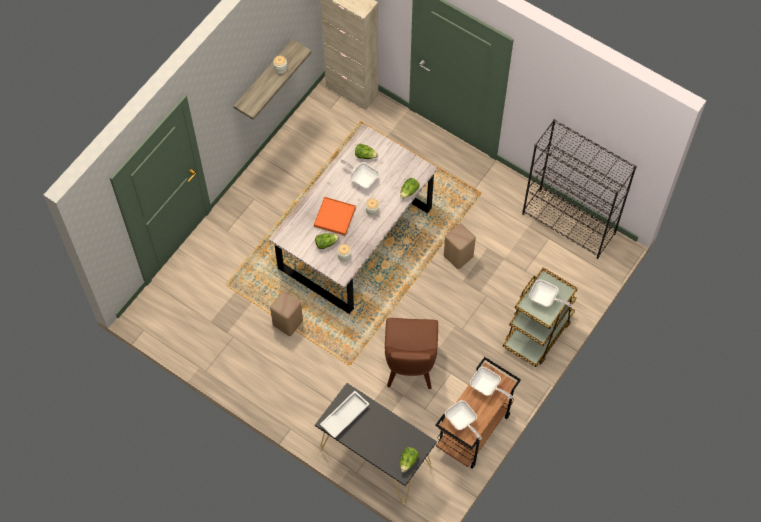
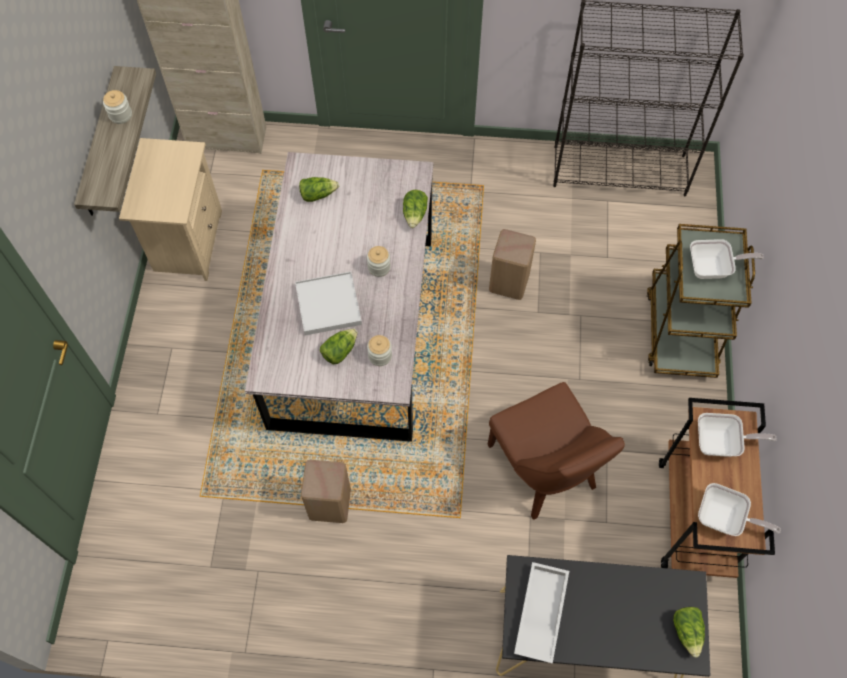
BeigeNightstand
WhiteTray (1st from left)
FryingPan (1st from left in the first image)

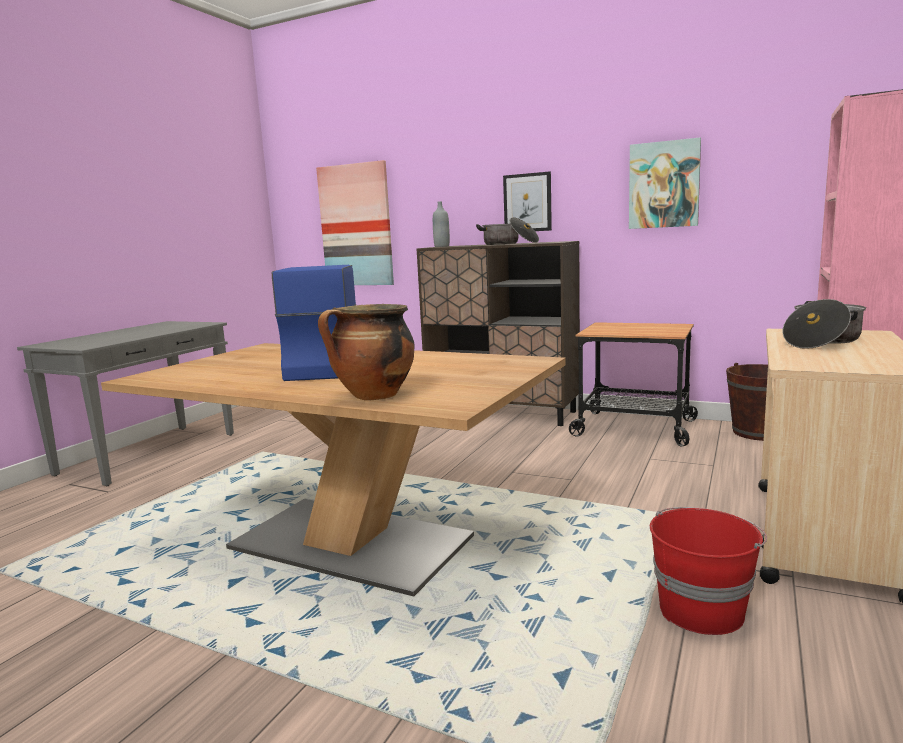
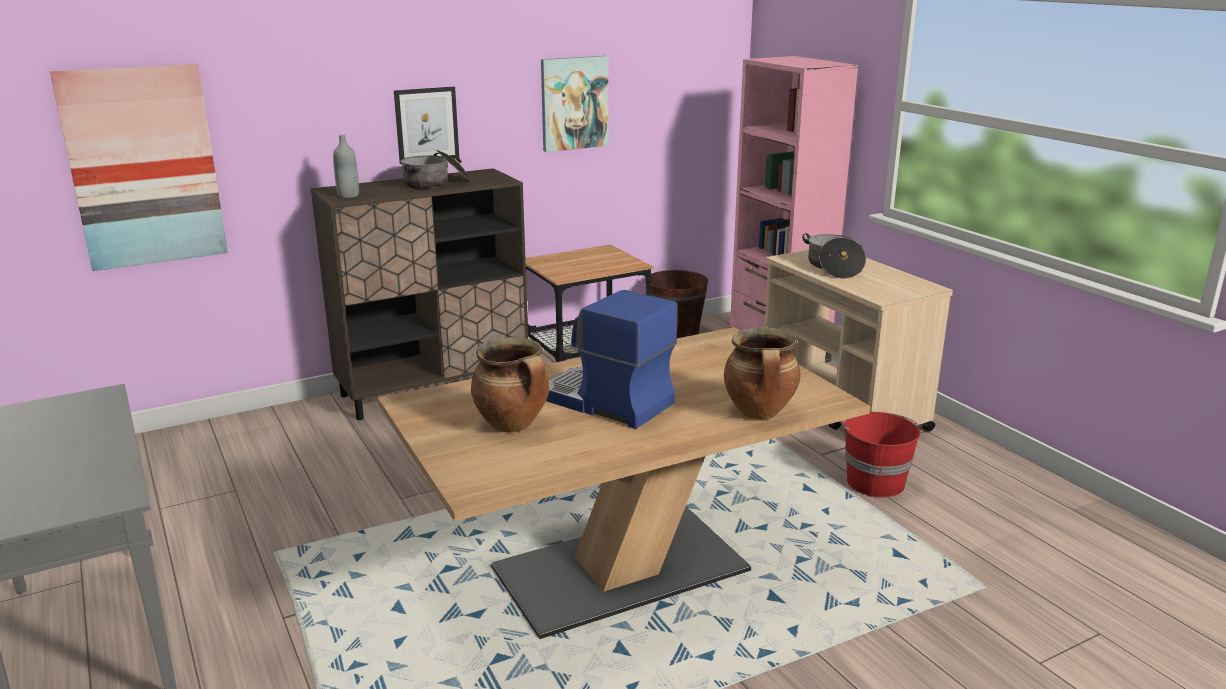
CookingPot (2nd from left)

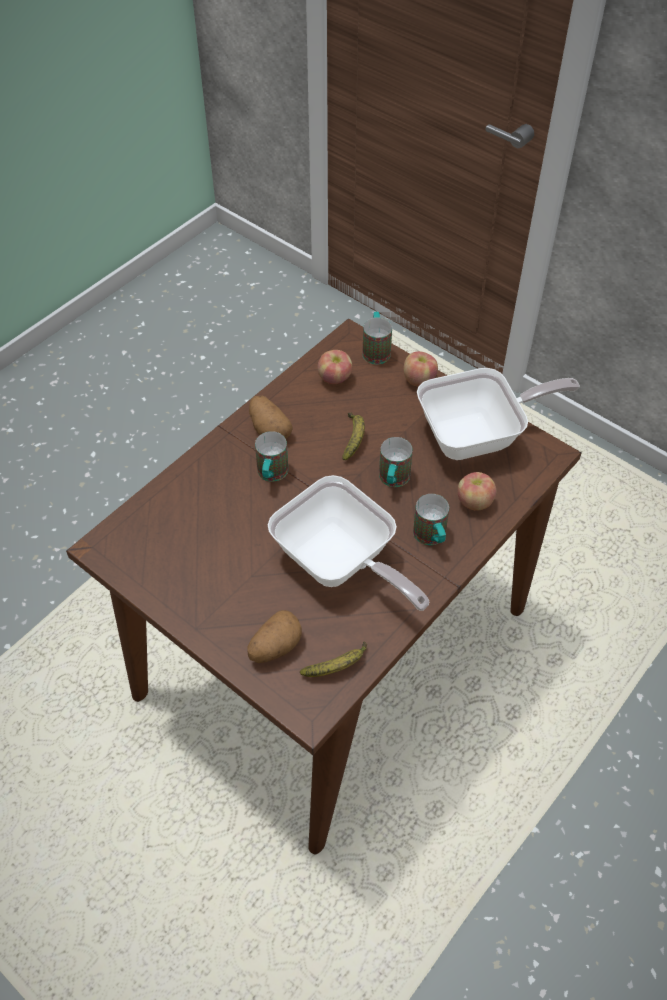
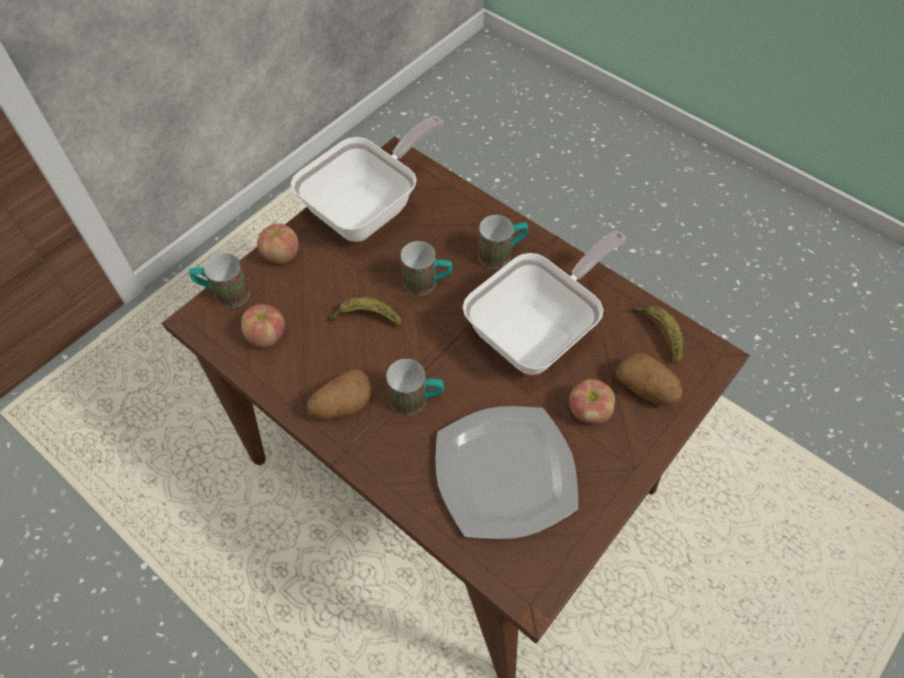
FryingPan (1st from left)
Plate
Apple (3rd from left)

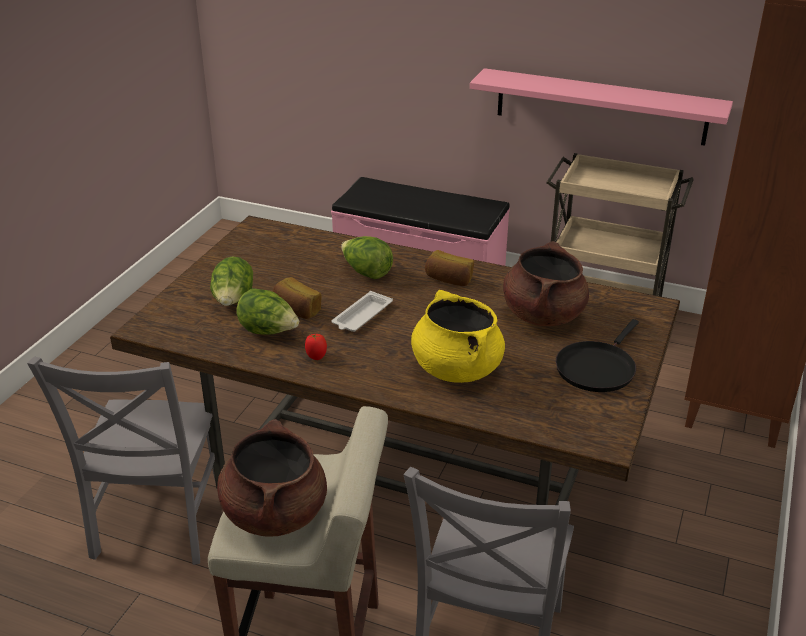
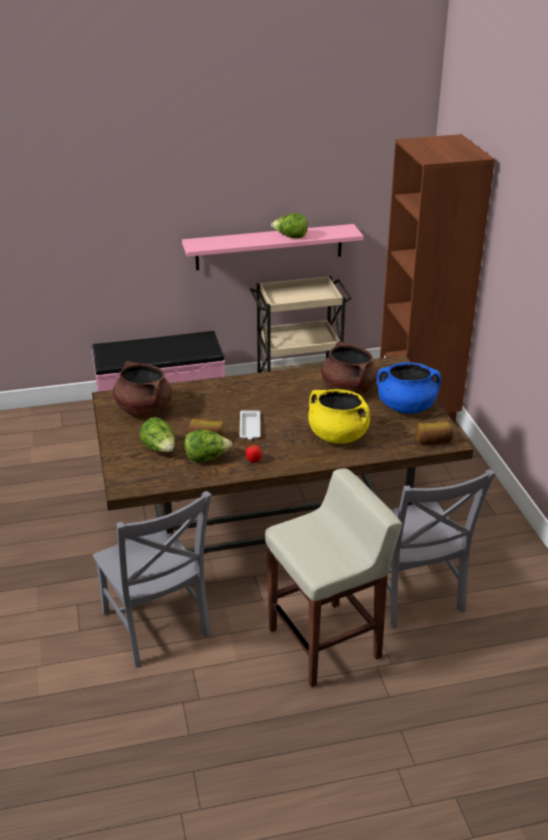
BrownCookingPot (1st from left)
Lettuce (3rd from left)
BlueCookingPot
Bread (2nd from left)

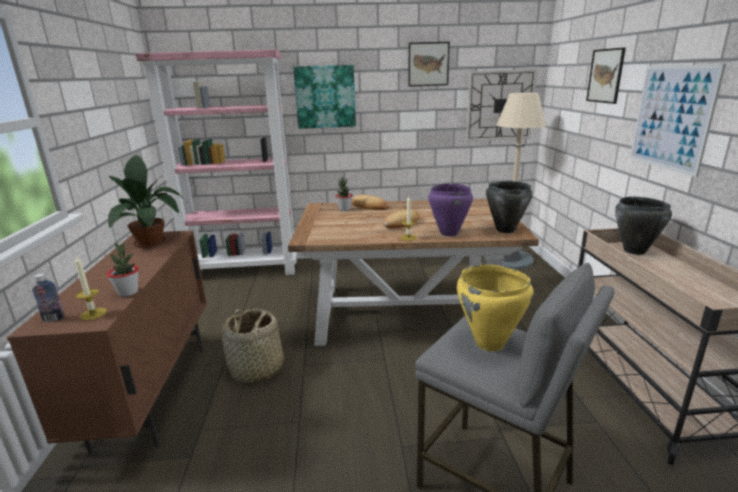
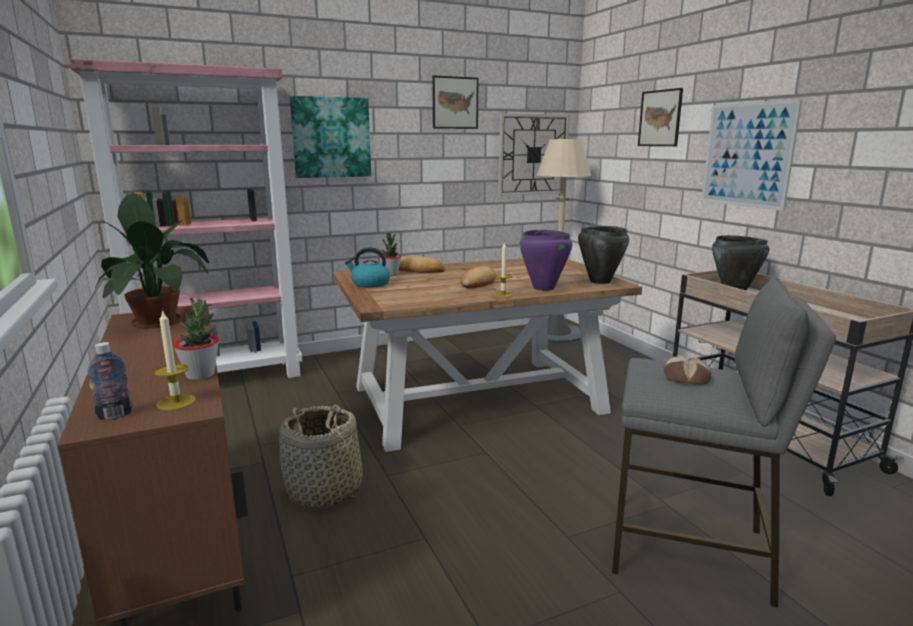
Kettle
Bread (3rd from left)

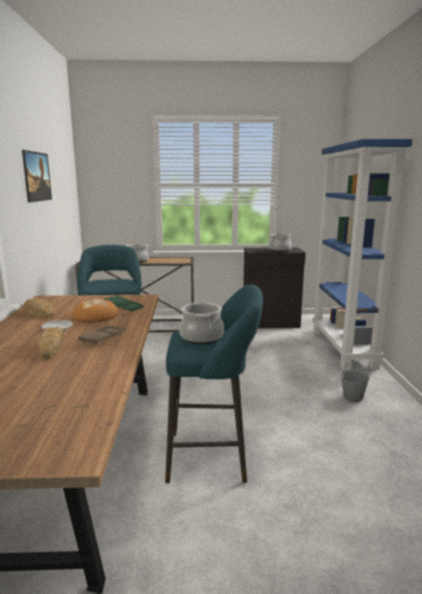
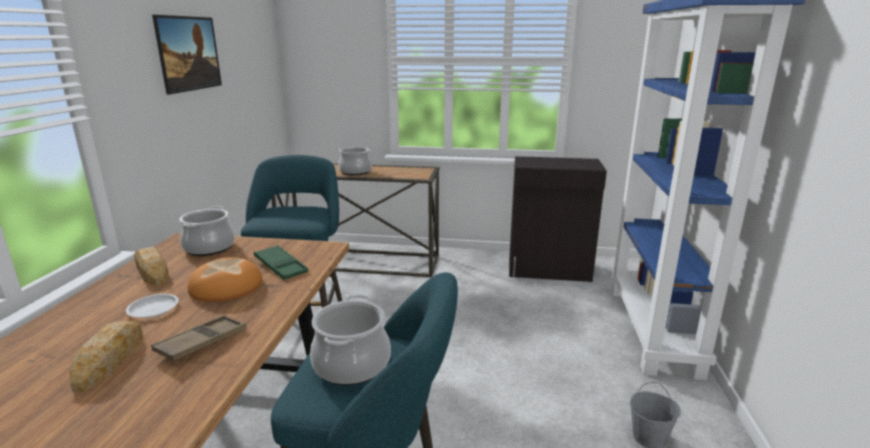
CookingPot (1st from left)

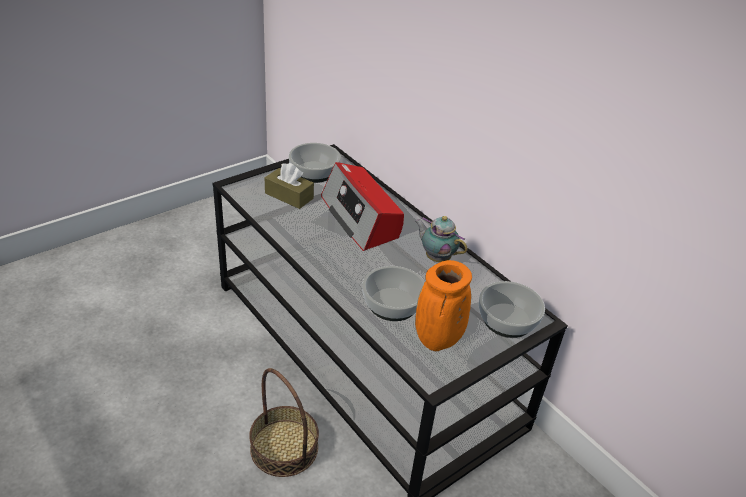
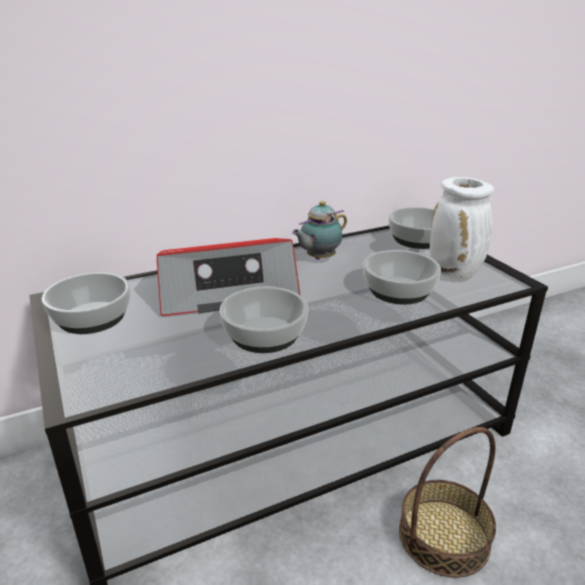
Bowl (2nd from left)
WhiteVase
BrownTissueBox

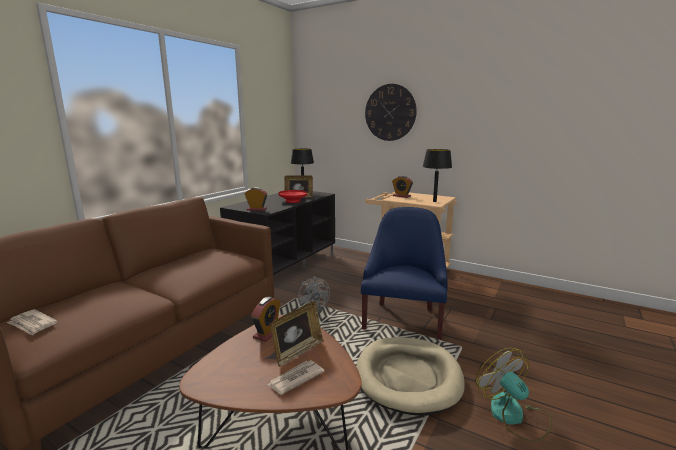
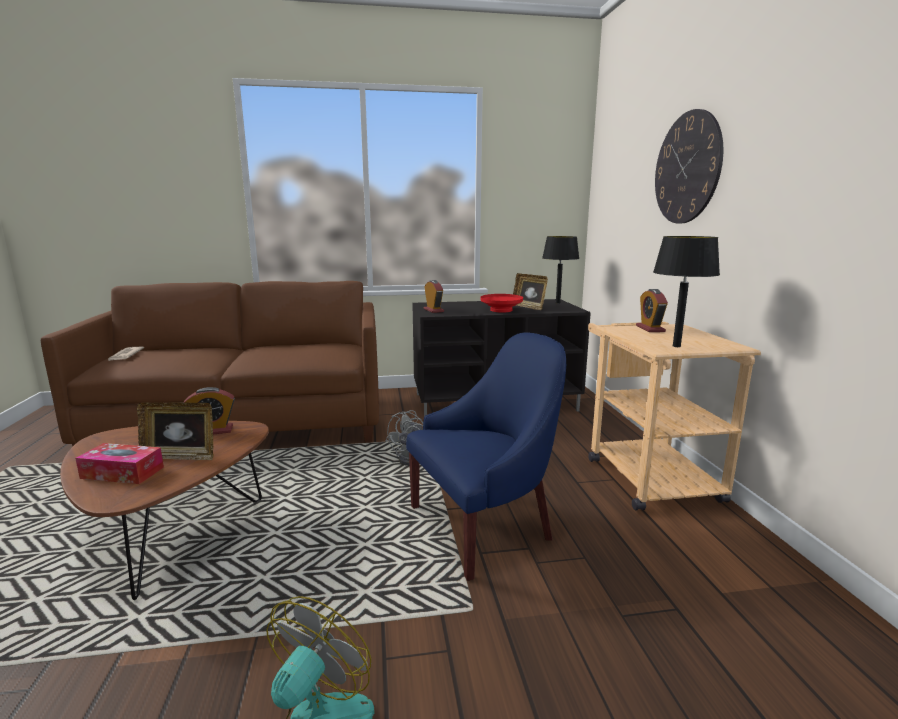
TissueBox
BeigeDogBed

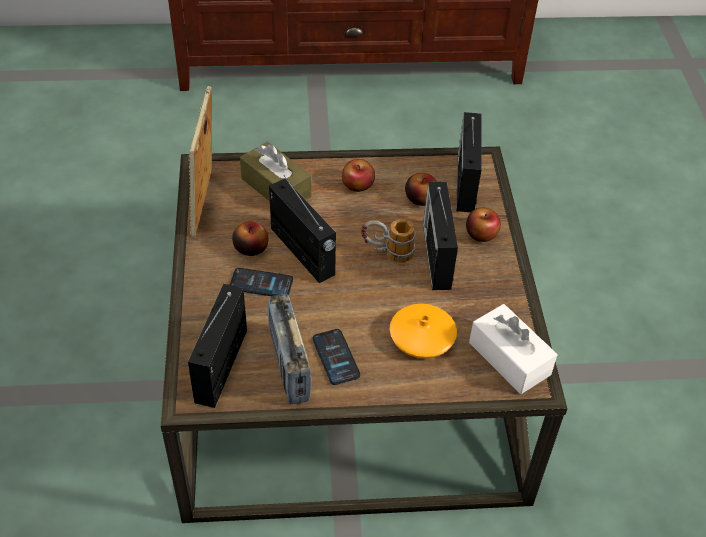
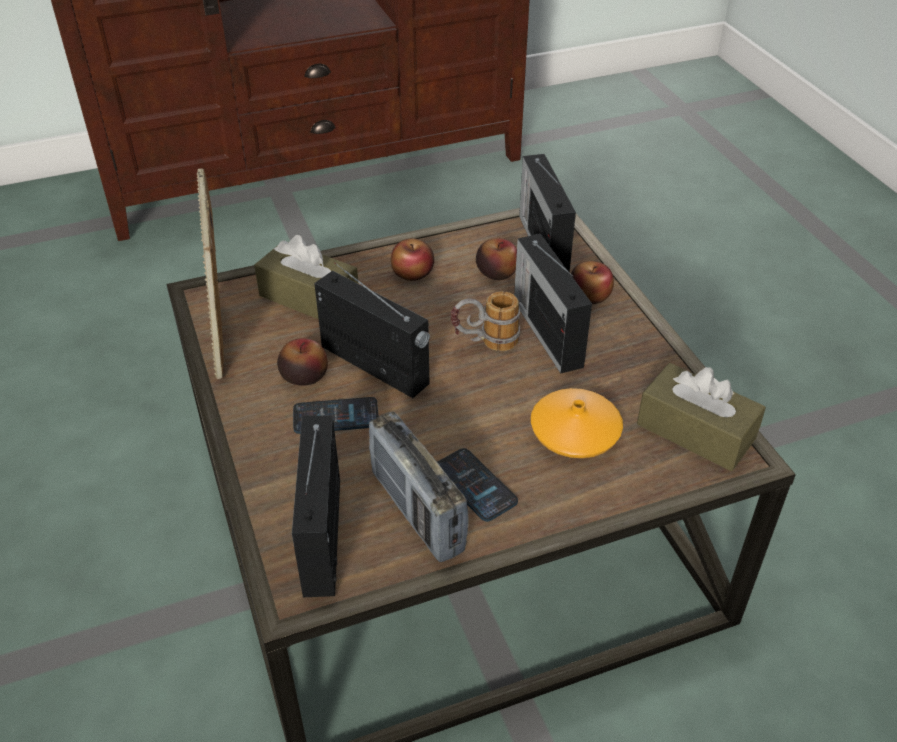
BrownTissueBox (2nd from left)

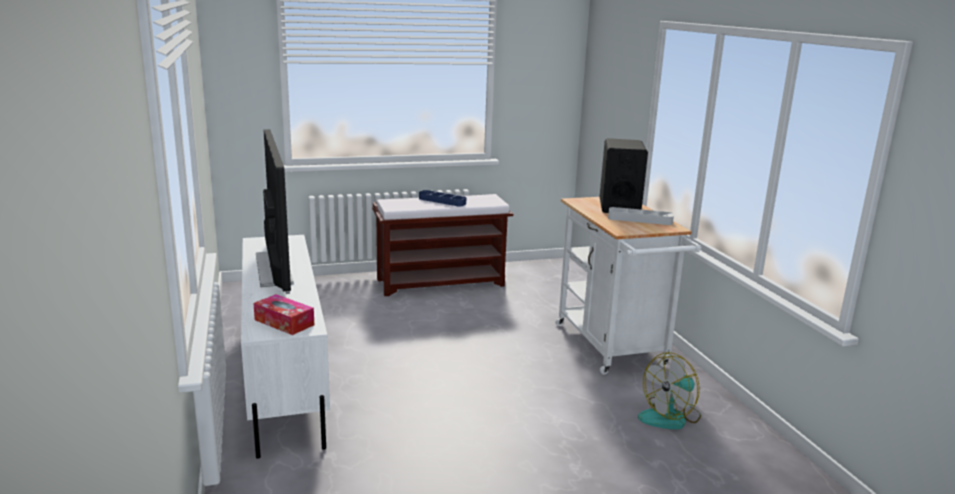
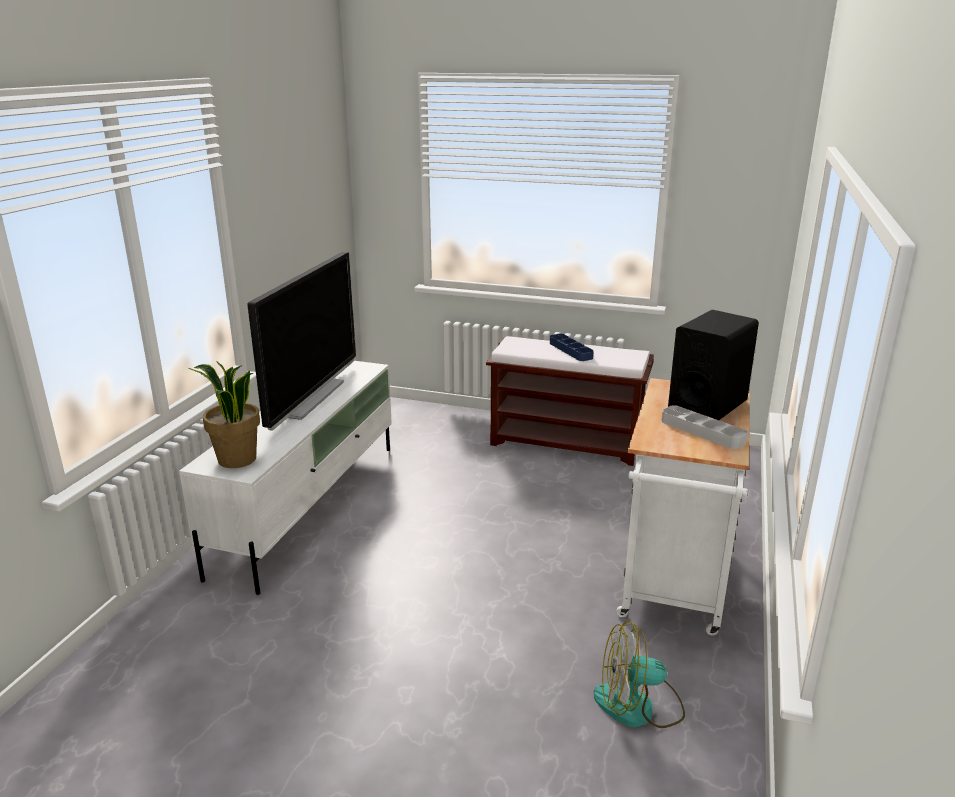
PottedPlant

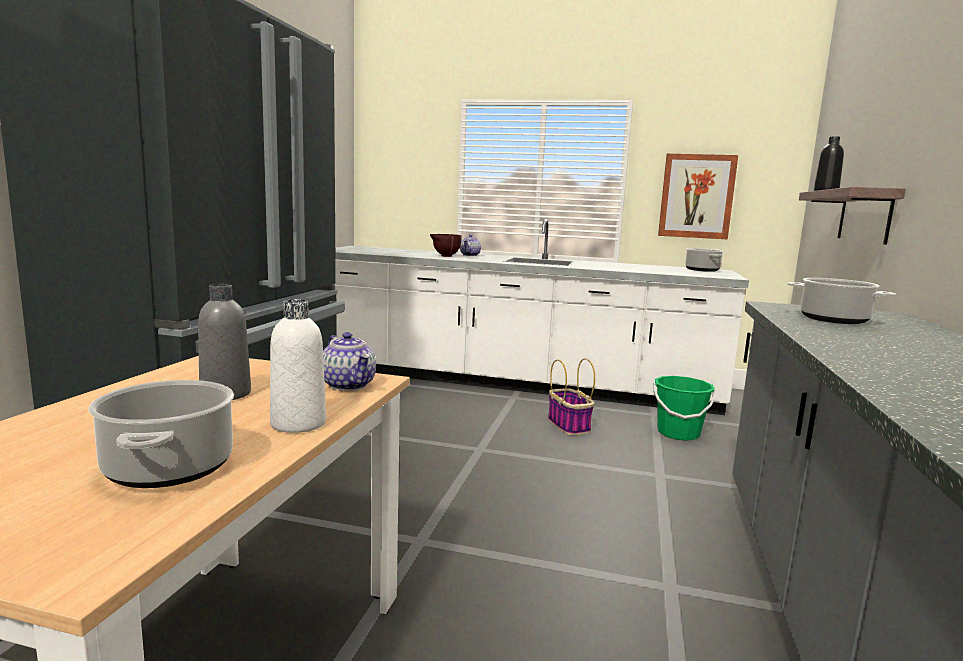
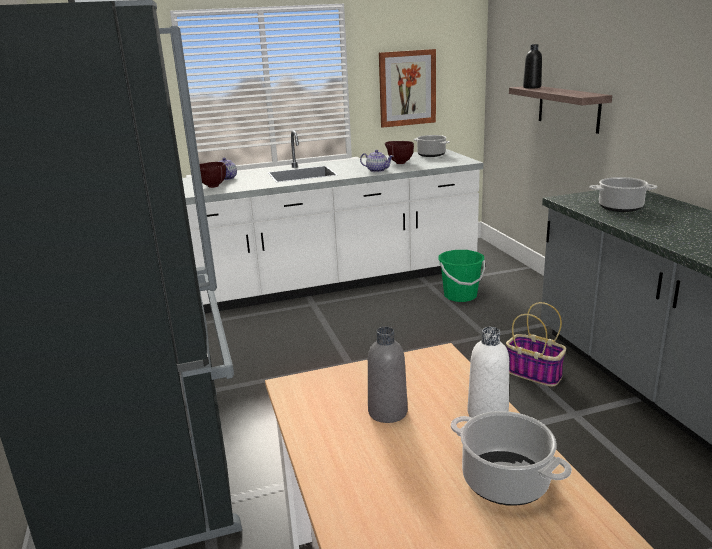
Teapot (2nd from left)
BrownBowl (2nd from left)
Basket

